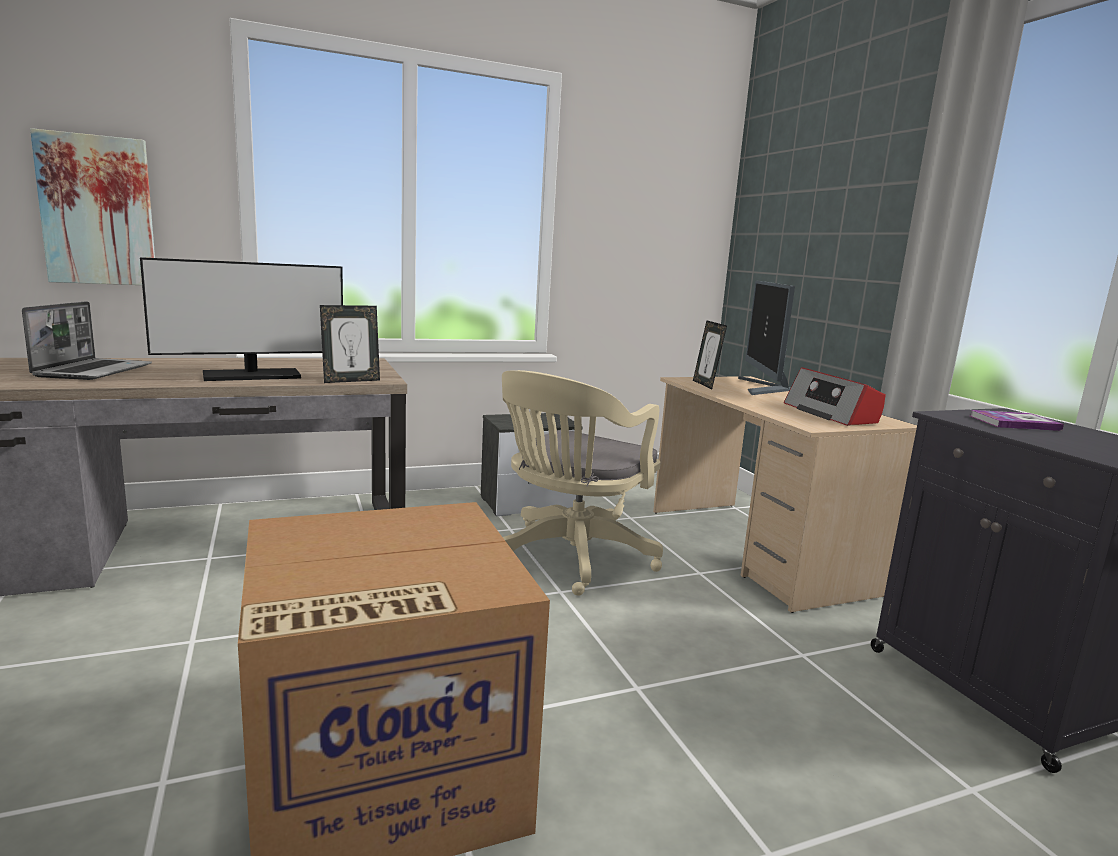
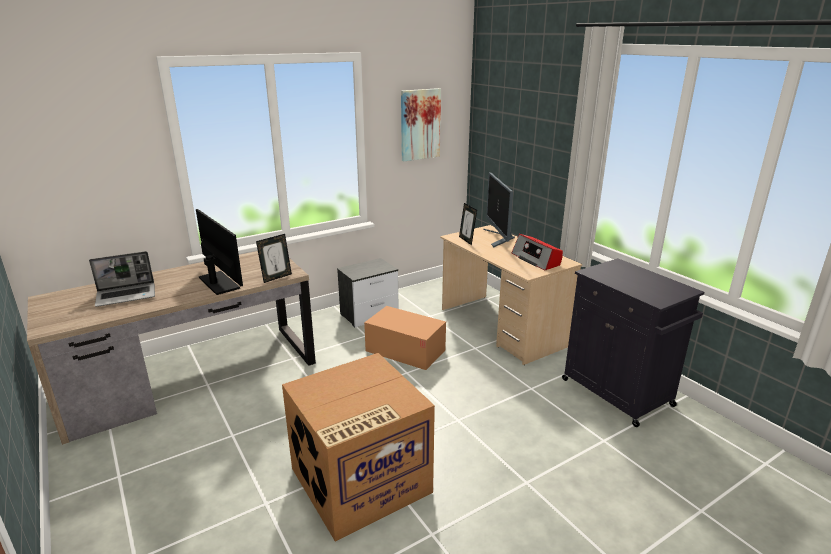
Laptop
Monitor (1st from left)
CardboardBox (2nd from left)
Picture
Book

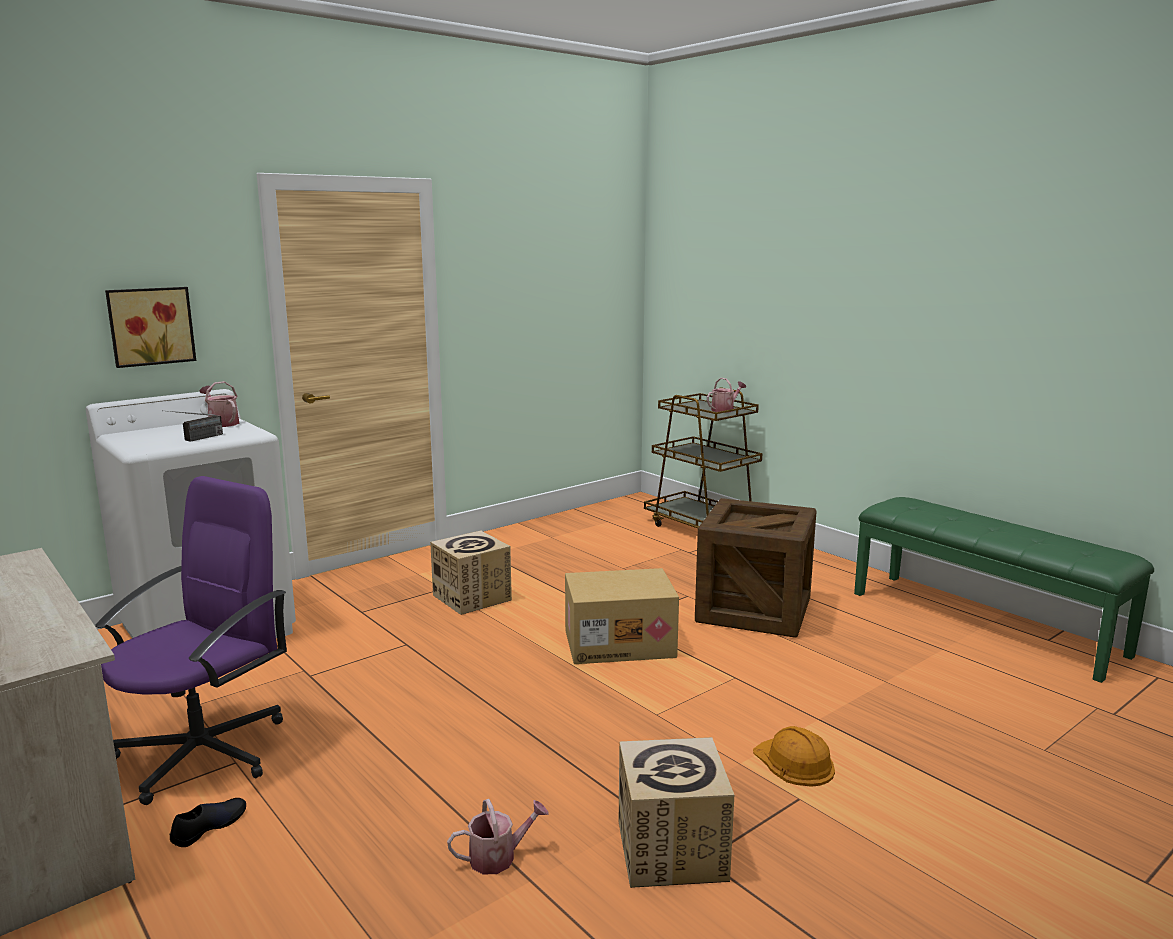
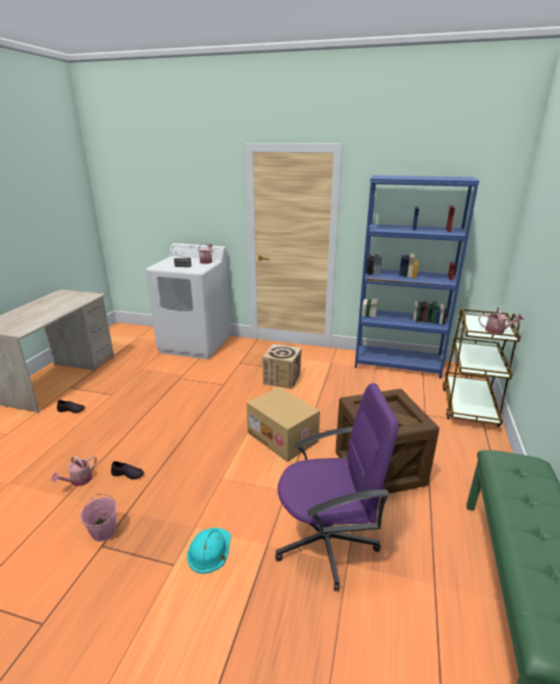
WateringCan (1st from left)
PinkBucket
BlackShoe (2nd from left)
TurquoiseHardHat
PurpleOfficeChair
BlueBookcase
Picture

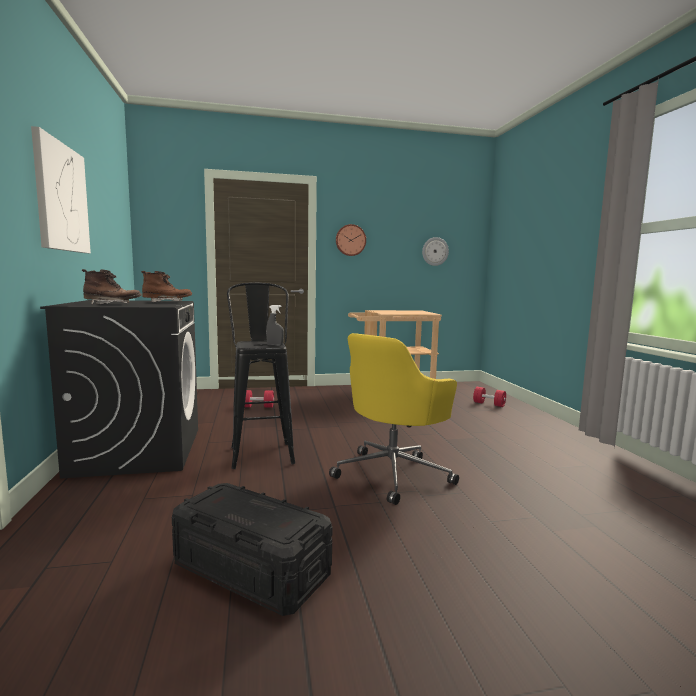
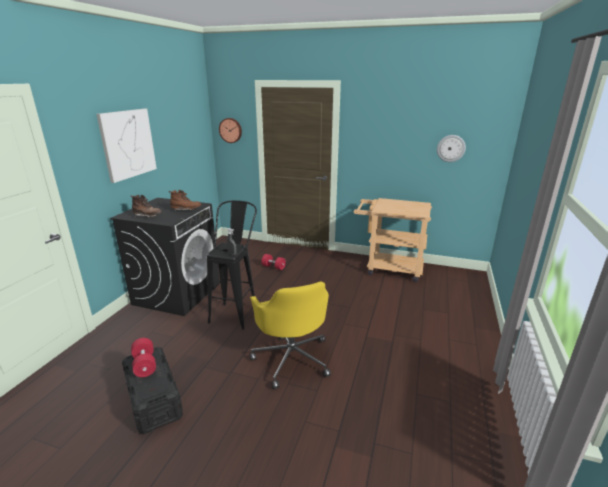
RedDumbbell (1st from left)
WallClock (1st from left)
YellowOfficeChair

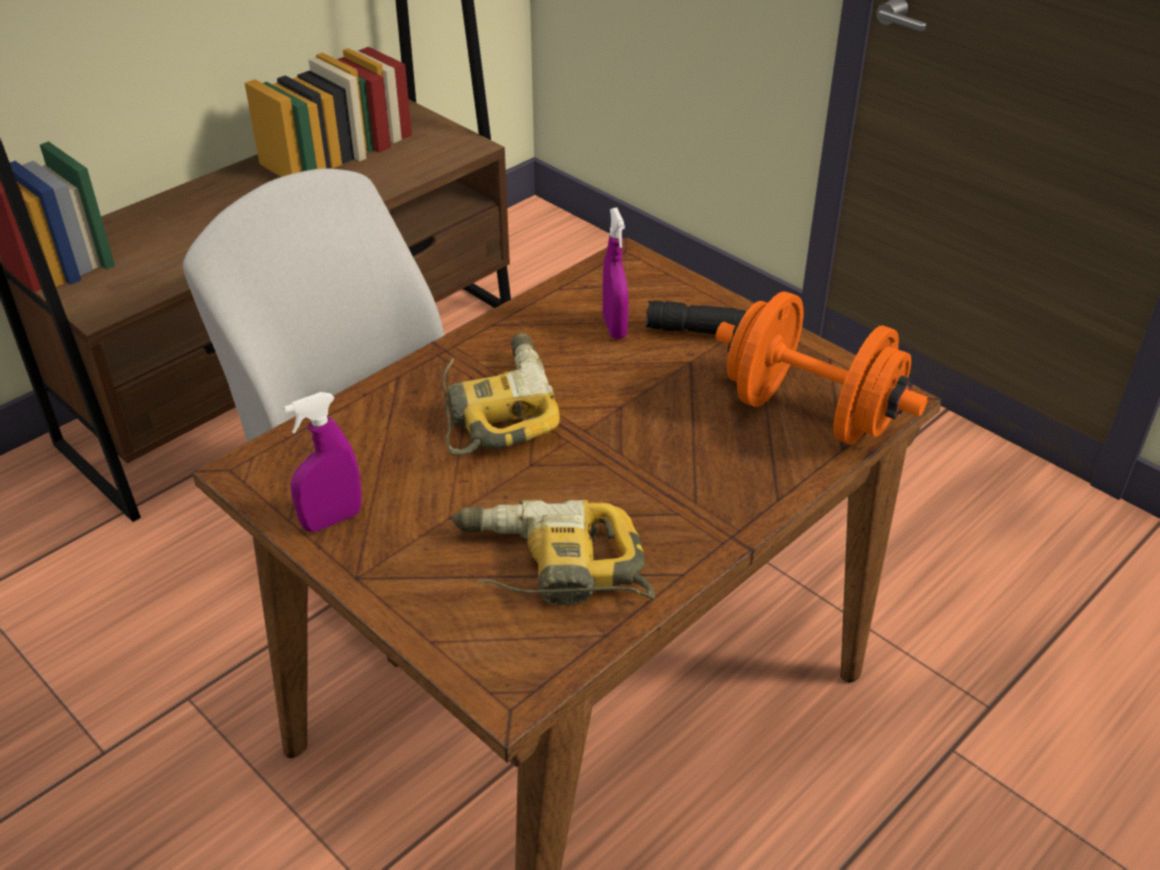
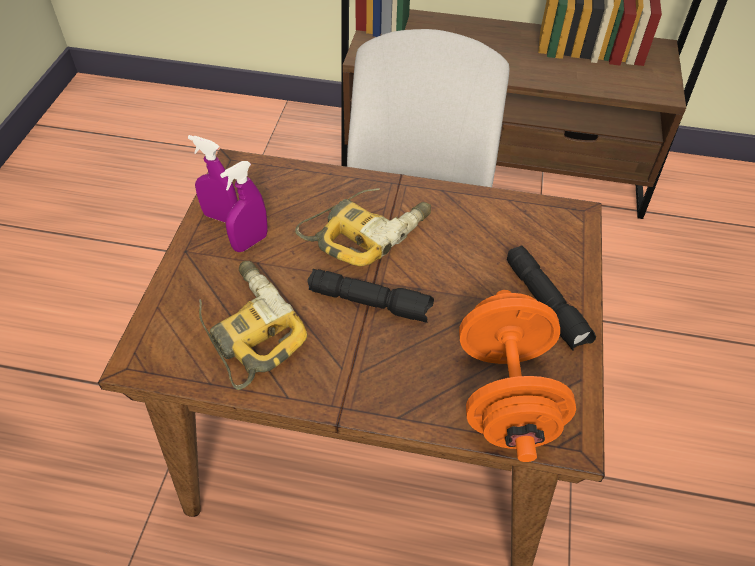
PurpleSprayBottle (2nd from left)
BlackFlashlight (1st from left)

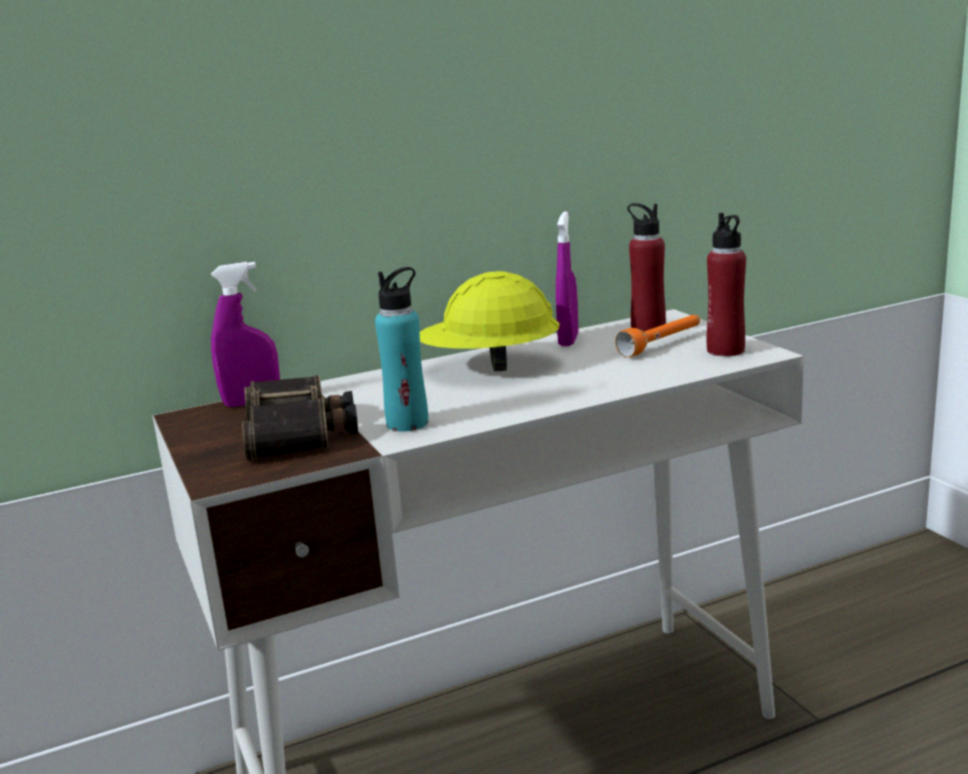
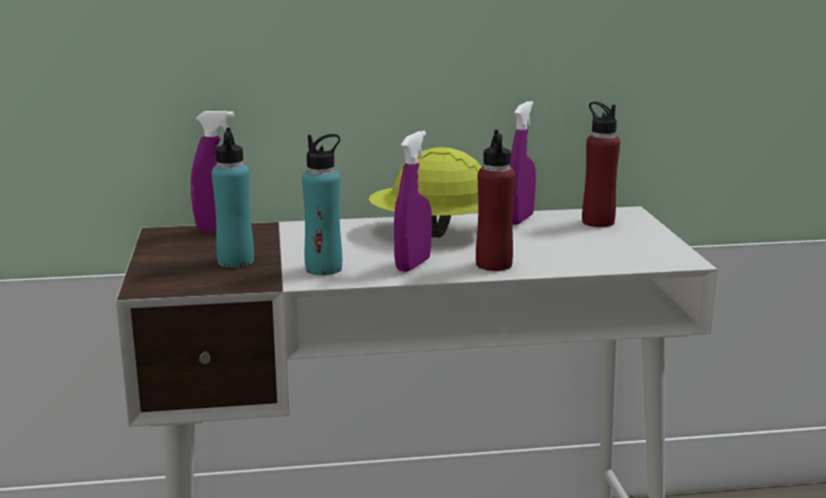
TurquoiseBottle (1st from left)
PurpleSprayBottle (2nd from left)
RedBottle (1st from left)
OrangeFlashlight

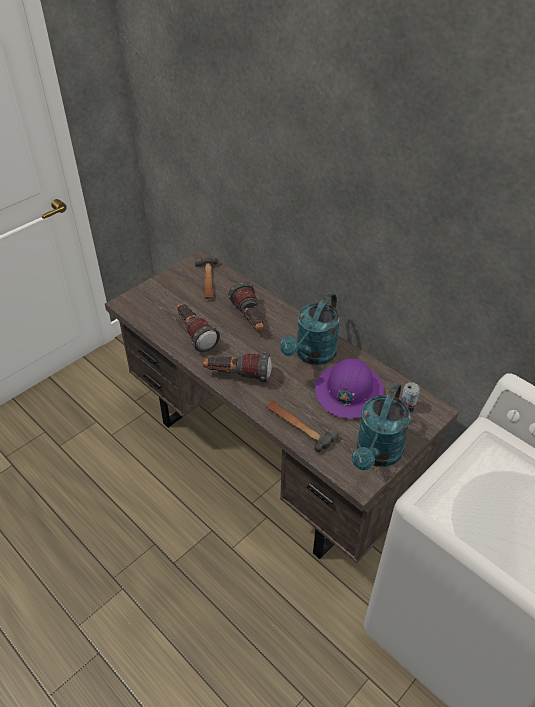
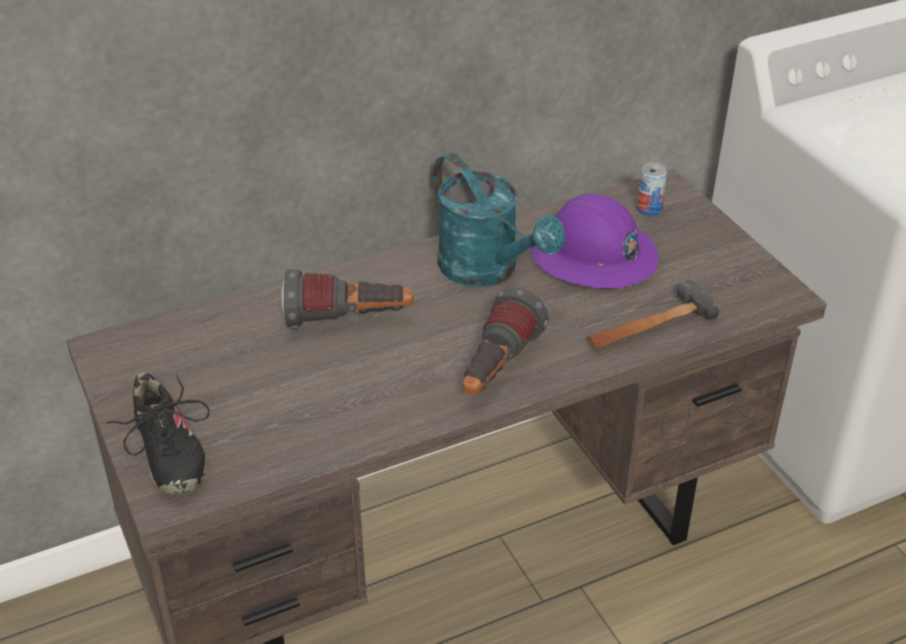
BlackShoe
Flashlight (1st from left in the first image)
Hammer (1st from left in the first image)
TurquoiseWateringCan (2nd from left in the first image)

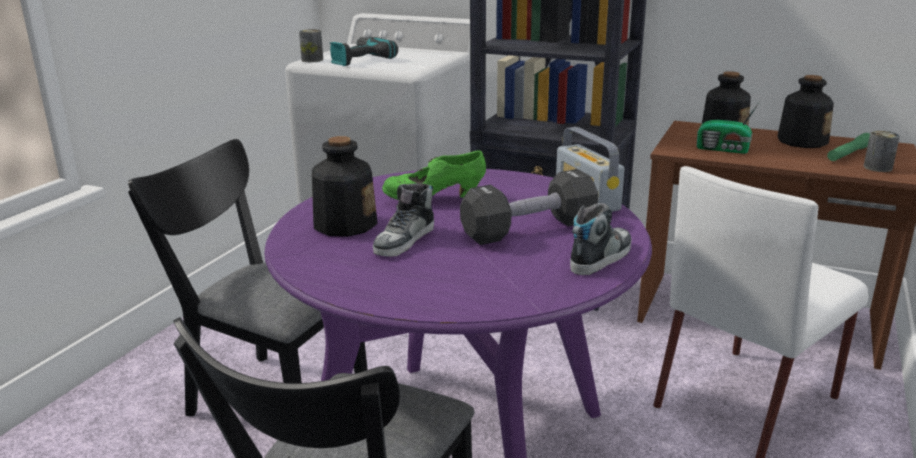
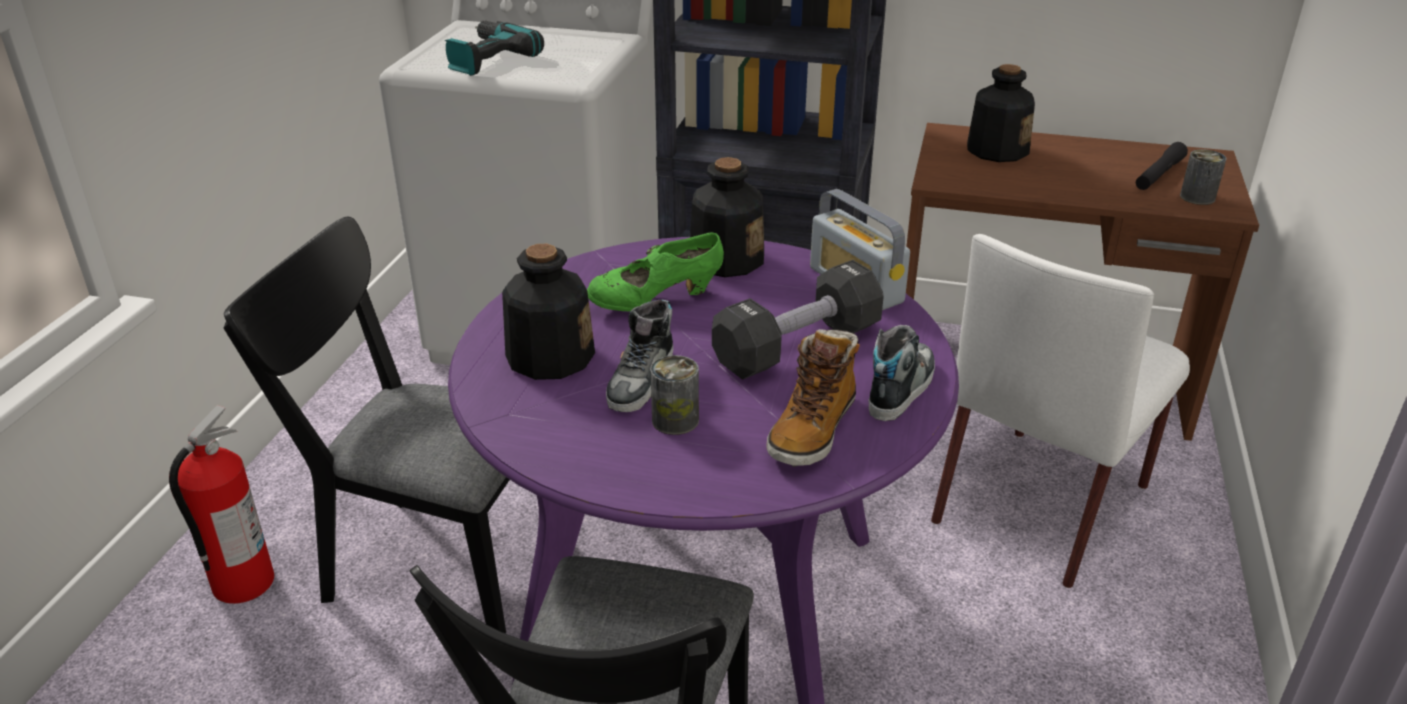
FireExtinguisher
Can (1st from left)
Bottle (2nd from left)
Boot
BlackFlashlight
Radio (2nd from left in the first image)

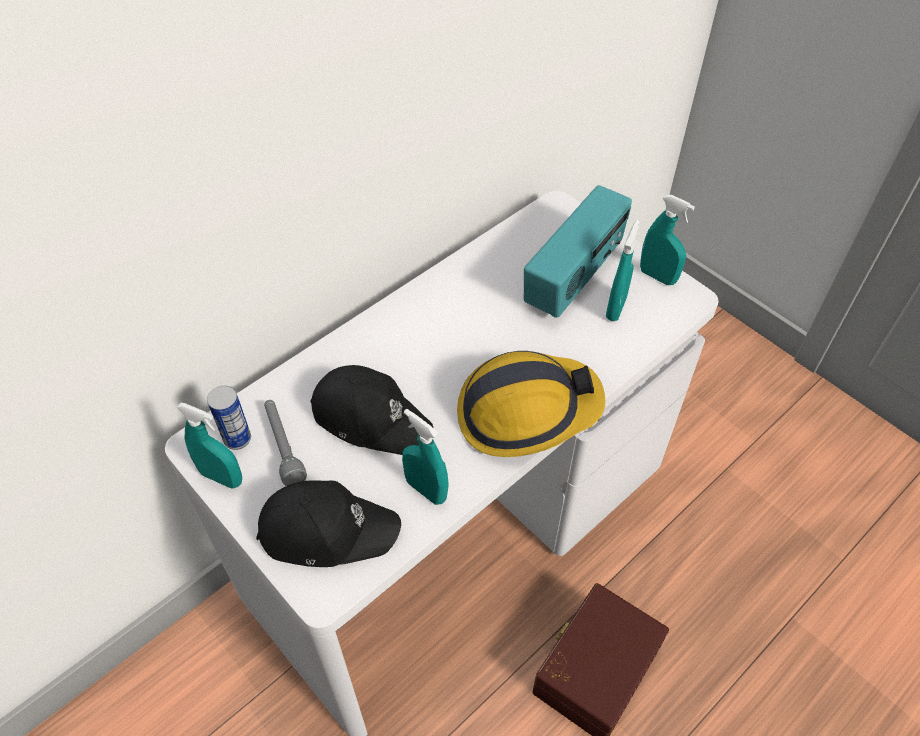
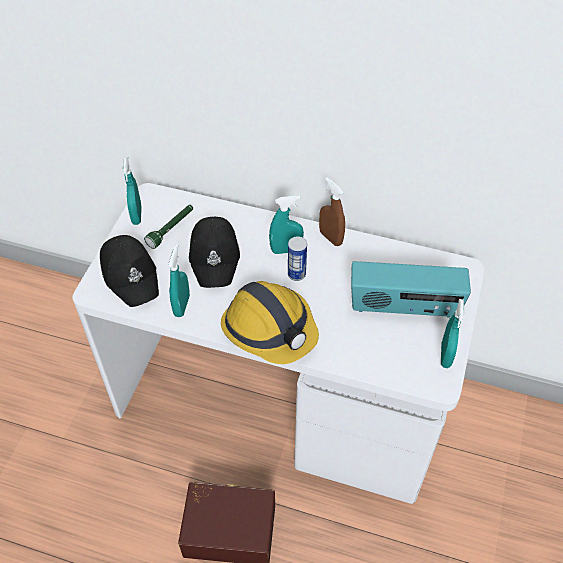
GreenFlashlight
TurquoiseSprayBottle (3rd from left)
Can
BrownSprayBottle

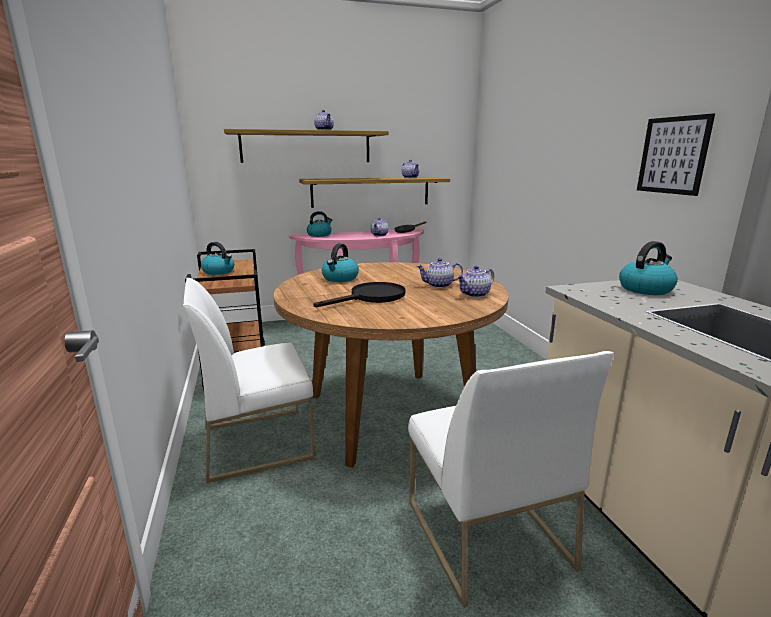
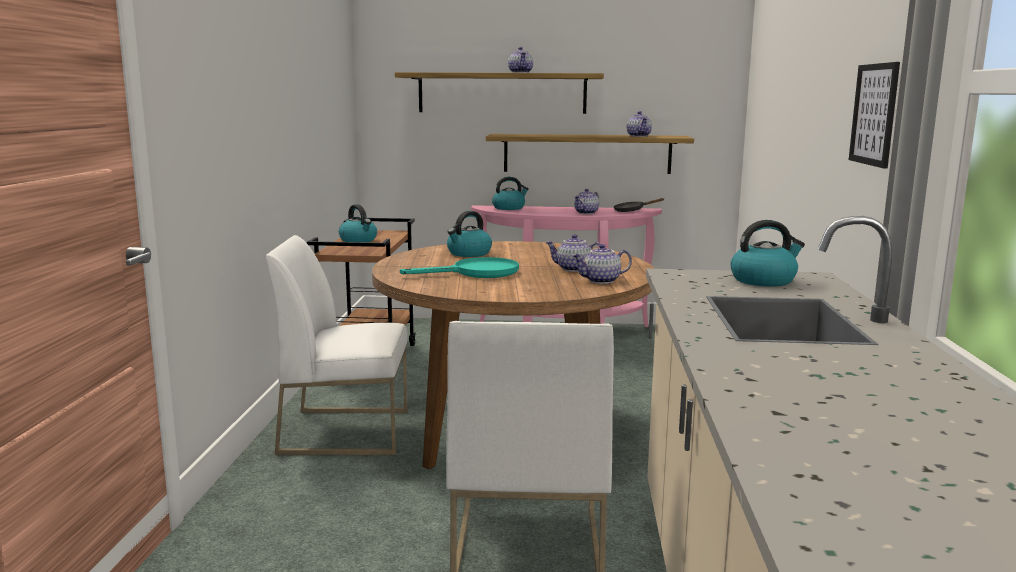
TurquoiseFryingPan

